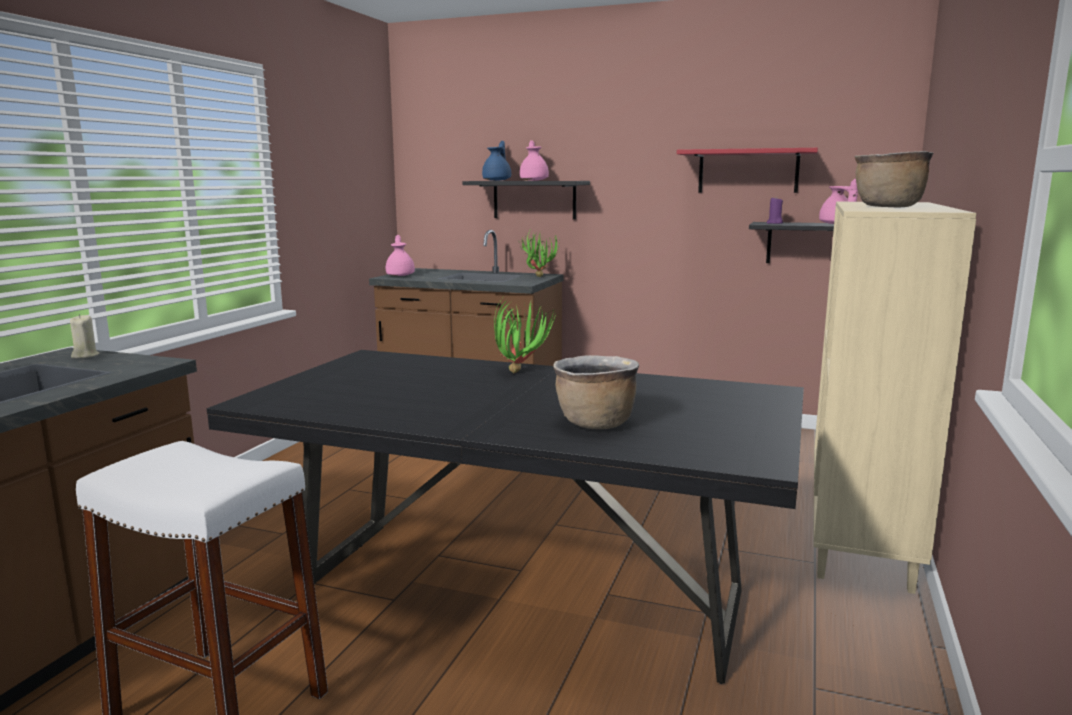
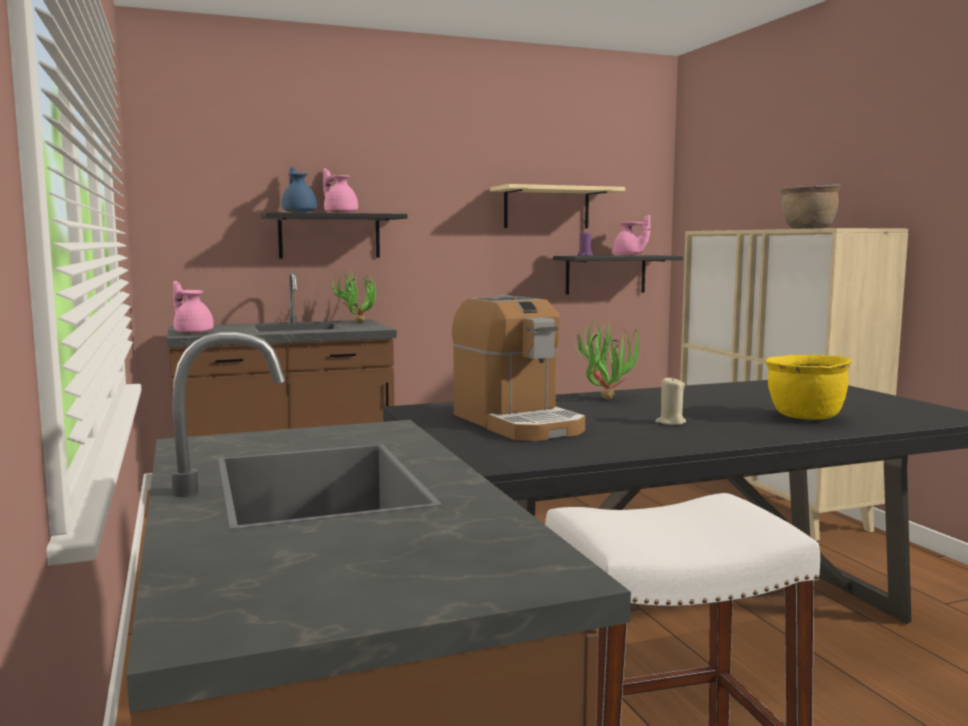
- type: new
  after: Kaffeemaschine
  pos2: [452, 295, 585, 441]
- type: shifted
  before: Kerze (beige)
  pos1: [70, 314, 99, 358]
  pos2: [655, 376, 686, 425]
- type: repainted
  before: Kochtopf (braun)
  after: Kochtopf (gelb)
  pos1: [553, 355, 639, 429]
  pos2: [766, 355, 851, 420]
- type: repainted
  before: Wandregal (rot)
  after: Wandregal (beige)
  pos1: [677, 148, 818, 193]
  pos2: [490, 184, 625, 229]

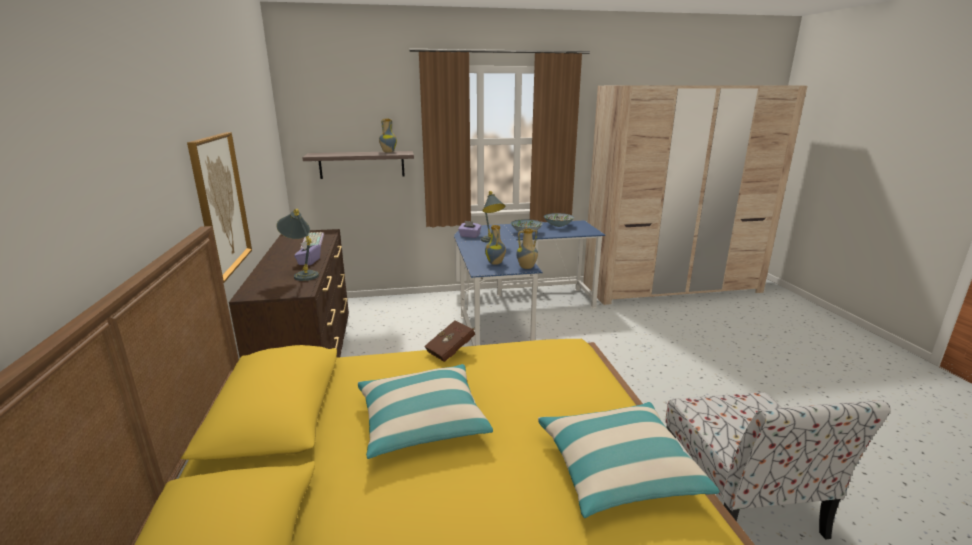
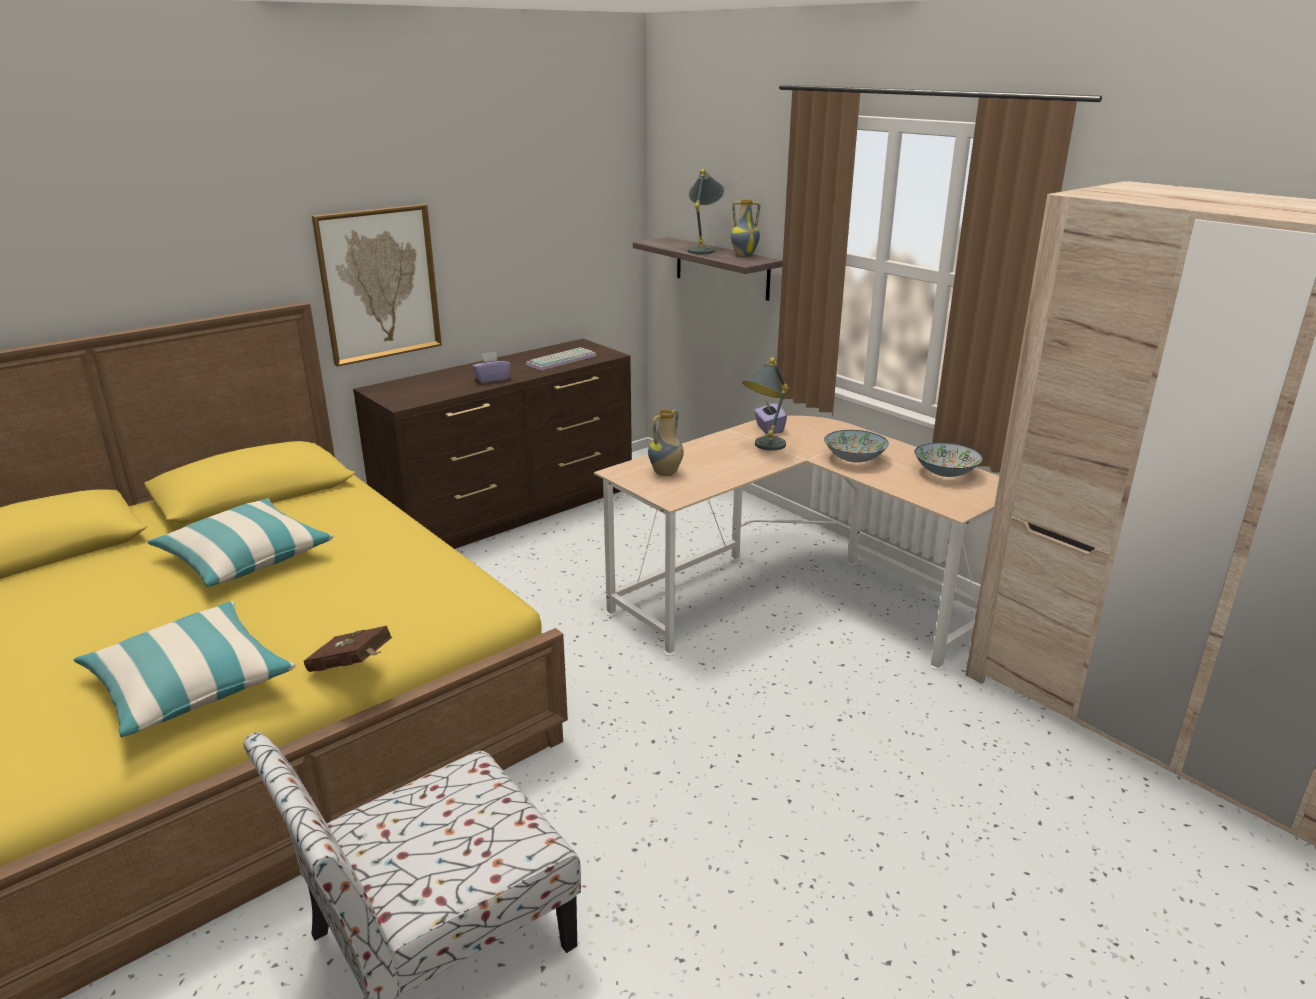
- type: gone
  before: Vase
  pos1: [516, 229, 538, 269]
- type: shifted
  before: Tischlampe (grau)
  pos1: [276, 209, 319, 281]
  pos2: [688, 169, 724, 254]
- type: shifted
  before: Buch (braun)
  pos1: [424, 320, 475, 362]
  pos2: [304, 626, 392, 672]
- type: repainted
  before: Schreibtisch (blau)
  after: Schreibtisch (beige)
  pos1: [454, 220, 605, 346]
  pos2: [594, 416, 999, 670]

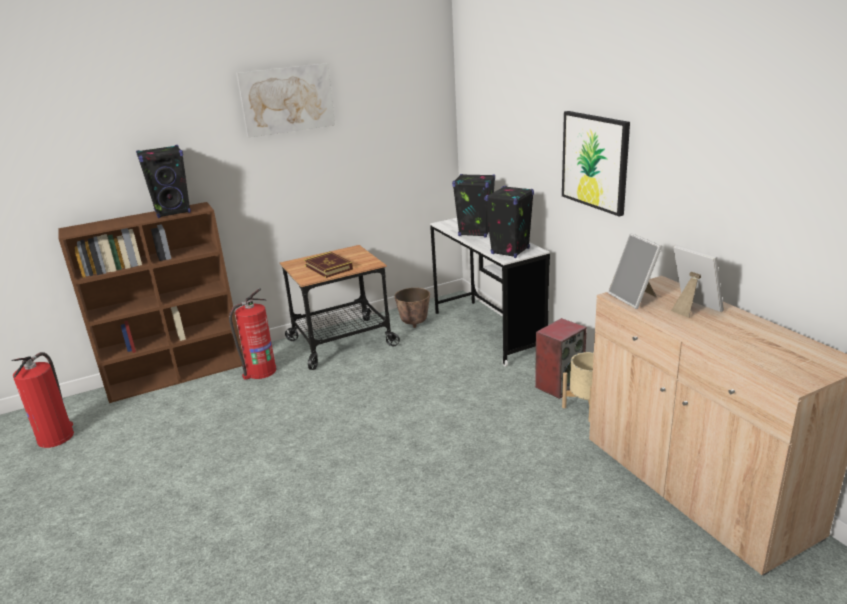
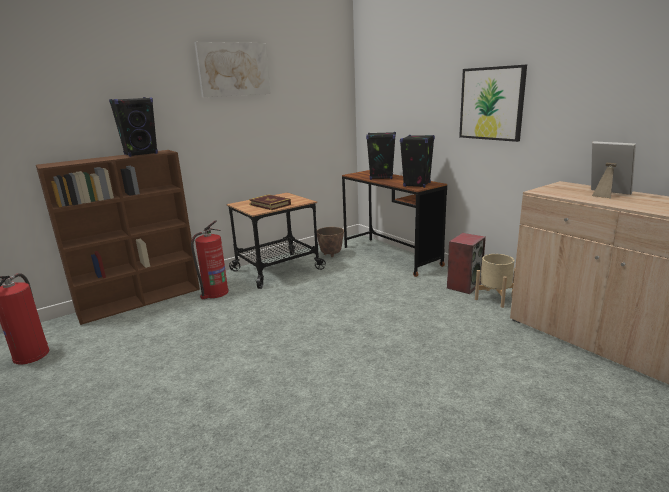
- type: gone
  before: Bilderrahmen
  pos1: [607, 233, 662, 309]
- type: repainted
  before: Schreibtisch (weiß)
  after: Schreibtisch (braun)
  pos1: [430, 218, 550, 367]
  pos2: [342, 170, 447, 277]

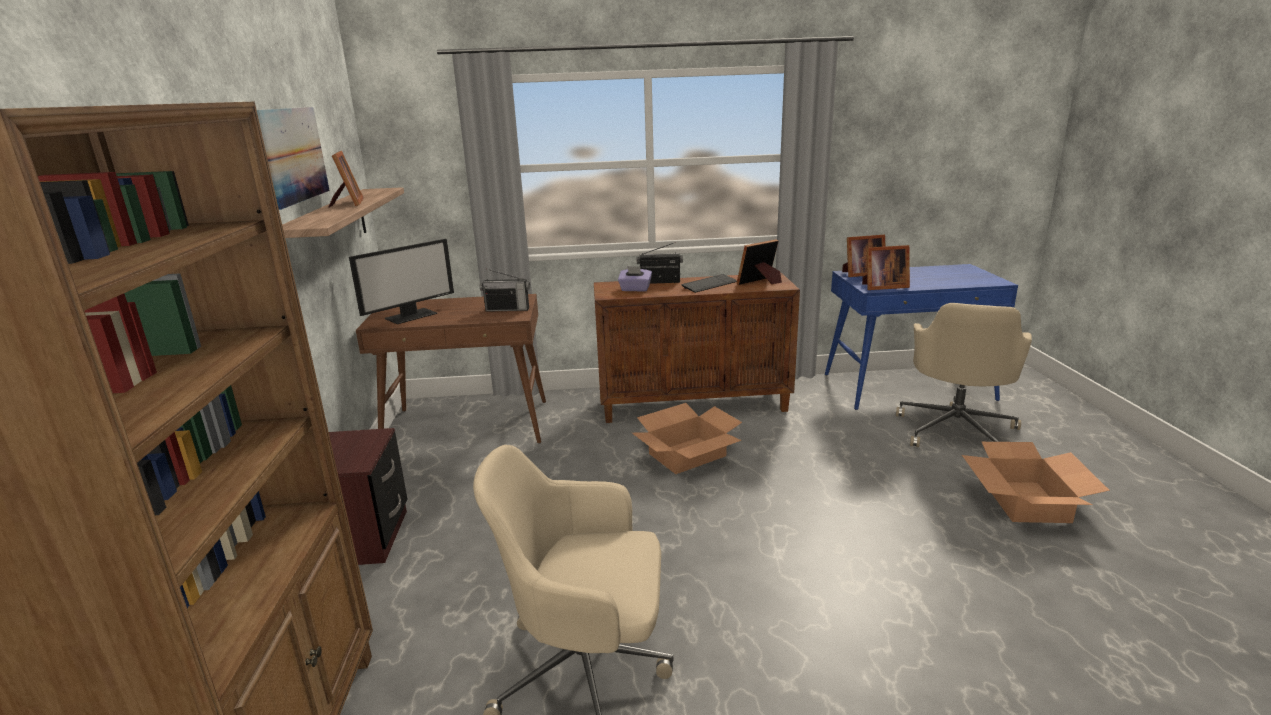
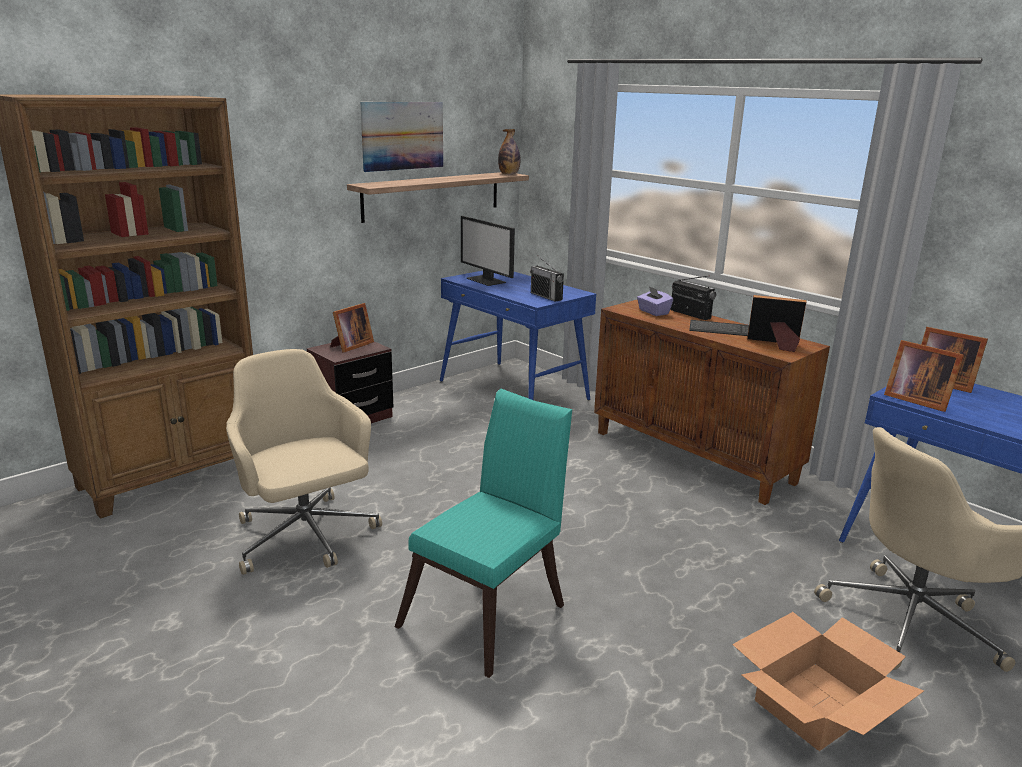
- type: gone
  before: Karton
  pos1: [632, 403, 742, 474]
- type: new
  after: Stuhl (türkis)
  pos2: [395, 389, 572, 678]
- type: new
  after: Flasche
  pos2: [498, 129, 521, 175]
- type: shifted
  before: Bilderrahmen
  pos1: [328, 151, 364, 207]
  pos2: [330, 303, 374, 352]
- type: repainted
  before: Schreibtisch (braun)
  after: Schreibtisch (blau)
  pos1: [356, 294, 546, 444]
  pos2: [440, 271, 596, 400]
- type: rotated
  before: Monitor
  pos1: [349, 239, 454, 324]
  pos2: [461, 216, 515, 286]
  turn: 45

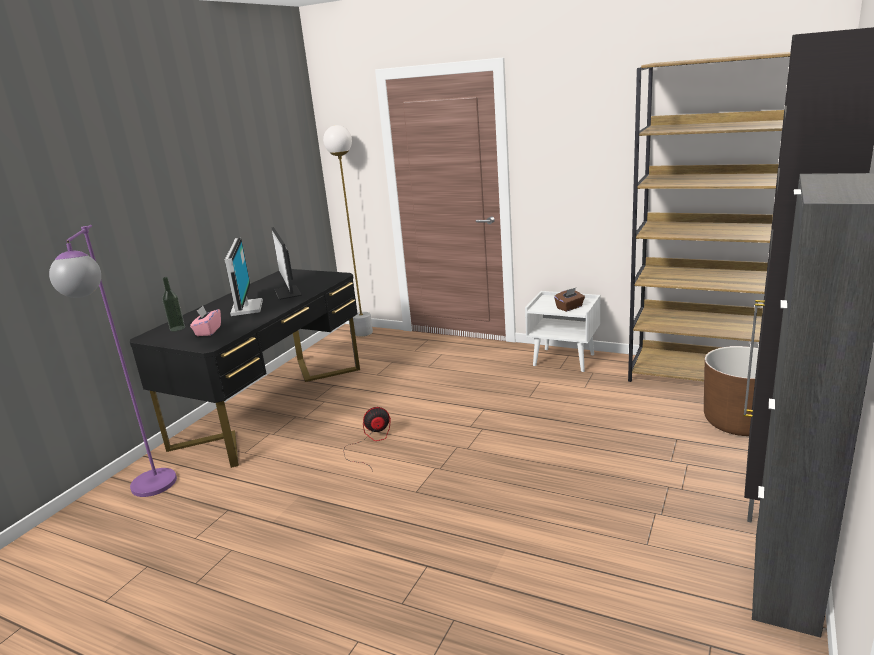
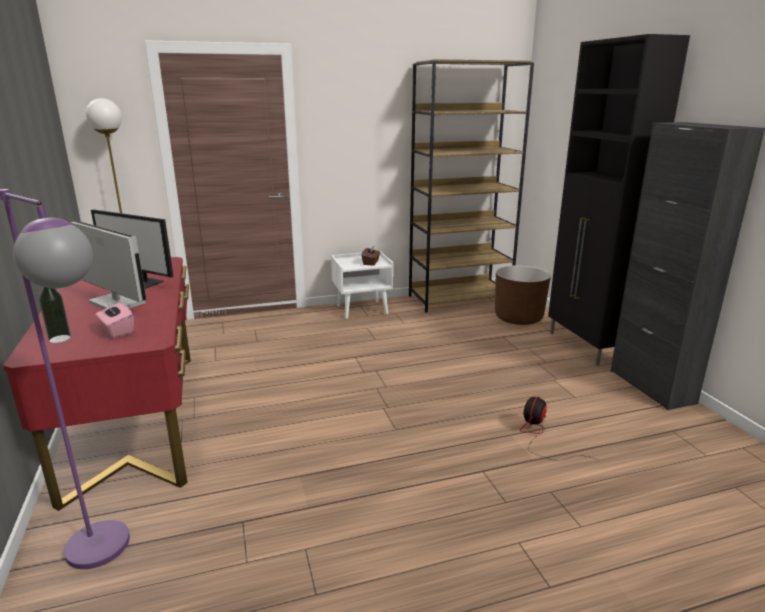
- type: shifted
  before: Ventilator
  pos1: [343, 407, 391, 472]
  pos2: [520, 396, 598, 460]
- type: repainted
  before: Schreibtisch (schwarz)
  after: Schreibtisch (rot)
  pos1: [130, 269, 360, 468]
  pos2: [3, 257, 191, 511]

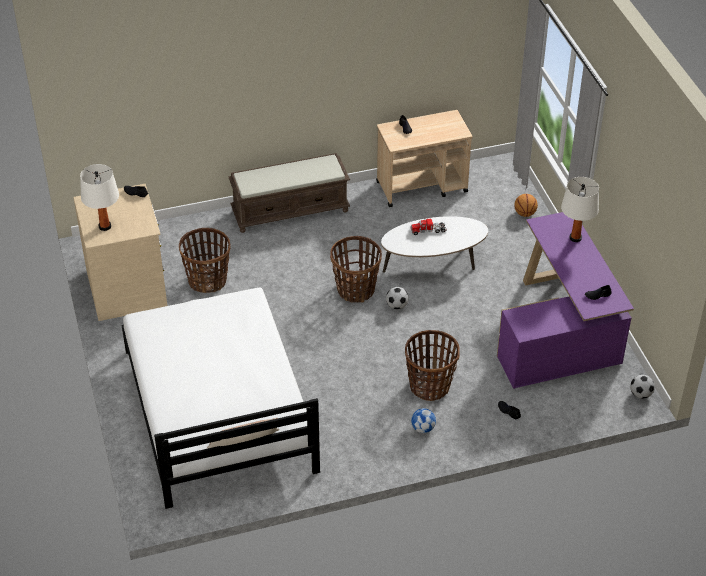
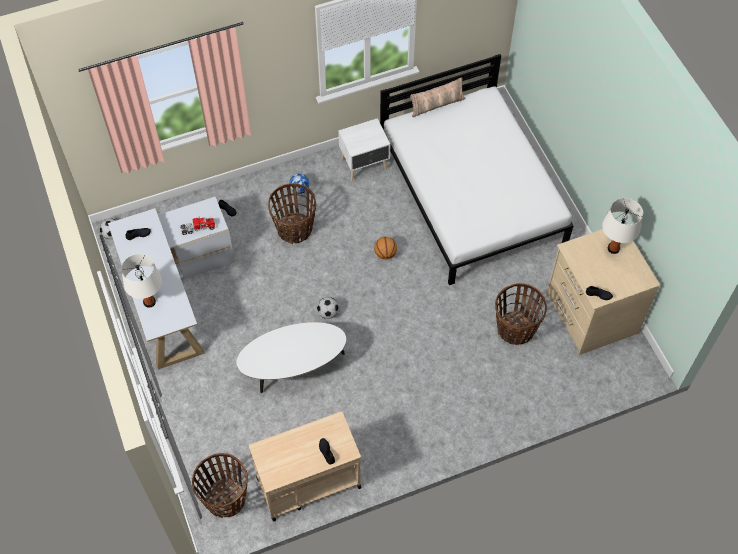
- type: gone
  before: Bank (braun)
  pos1: [228, 153, 350, 233]
- type: new
  after: Nachttisch (weiß)
  pos2: [338, 118, 390, 181]
- type: shifted
  before: Korb
  pos1: [330, 236, 382, 303]
  pos2: [192, 453, 248, 518]
- type: shifted
  before: Spielzeuglaster
  pos1: [411, 219, 446, 235]
  pos2: [181, 217, 216, 235]
- type: shifted
  before: Basketball
  pos1: [514, 194, 538, 217]
  pos2: [374, 236, 397, 260]
- type: repainted
  before: Schreibtisch (lila)
  after: Schreibtisch (weiß)
  pos1: [497, 212, 634, 389]
  pos2: [108, 197, 235, 370]

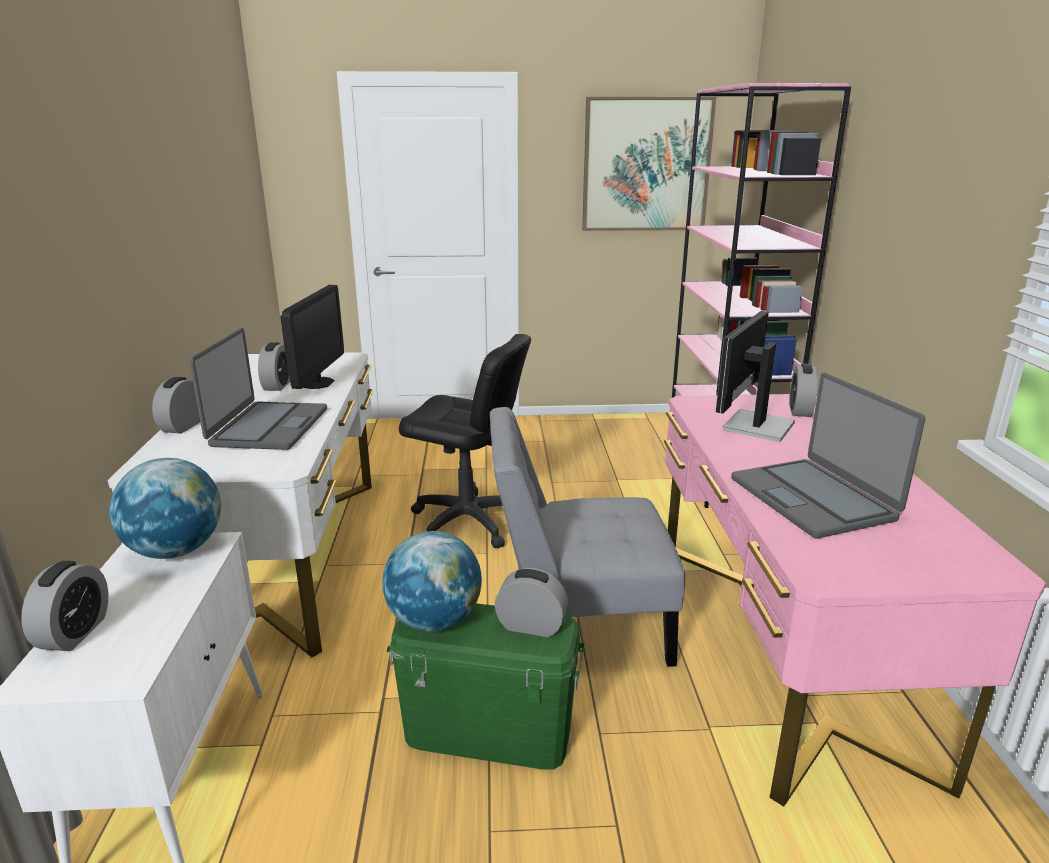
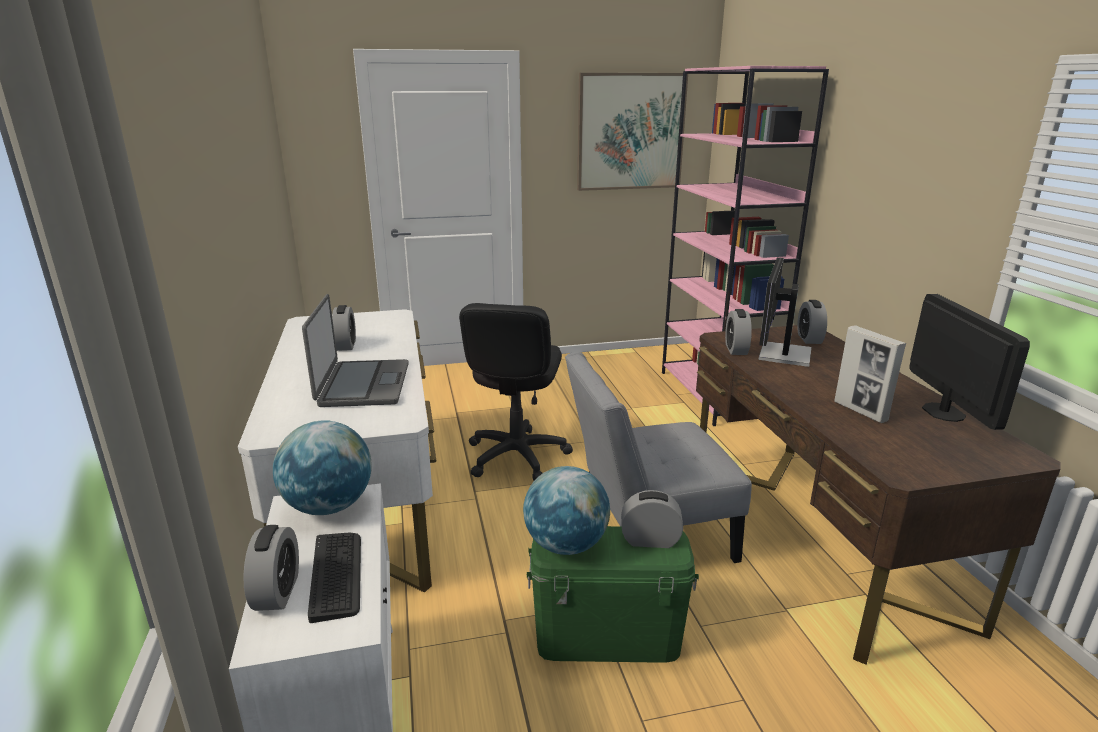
- type: new
  after: Tastatur
  pos2: [308, 533, 361, 623]
- type: shifted
  before: Wecker
  pos1: [152, 377, 200, 434]
  pos2: [725, 309, 752, 355]
- type: shifted
  before: Monitor
  pos1: [280, 285, 344, 389]
  pos2: [910, 294, 1030, 430]
- type: swapped
  before: Laptop
  after: Bilderrahmen
  pos1: [731, 373, 925, 539]
  pos2: [834, 325, 906, 423]
- type: repainted
  before: Schreibtisch (rosa)
  after: Schreibtisch (braun)
  pos1: [664, 394, 1046, 806]
  pos2: [696, 325, 1061, 665]
- type: rotated
  before: Bürostuhl (schwarz)
  pos1: [399, 334, 531, 548]
  pos2: [459, 303, 573, 481]
  turn: 90

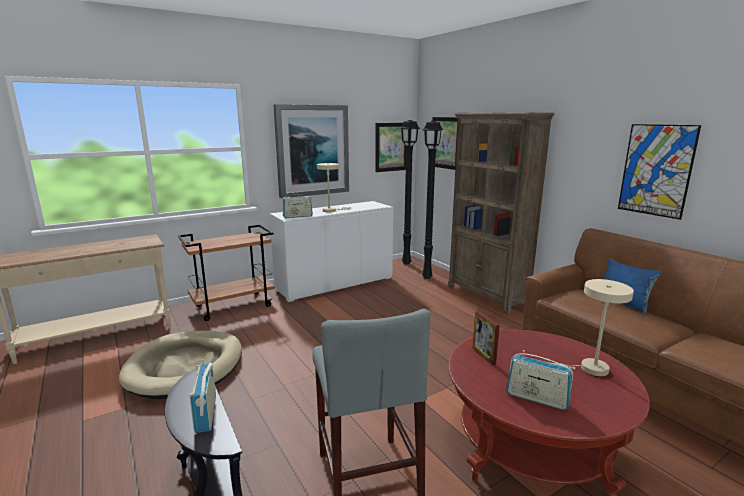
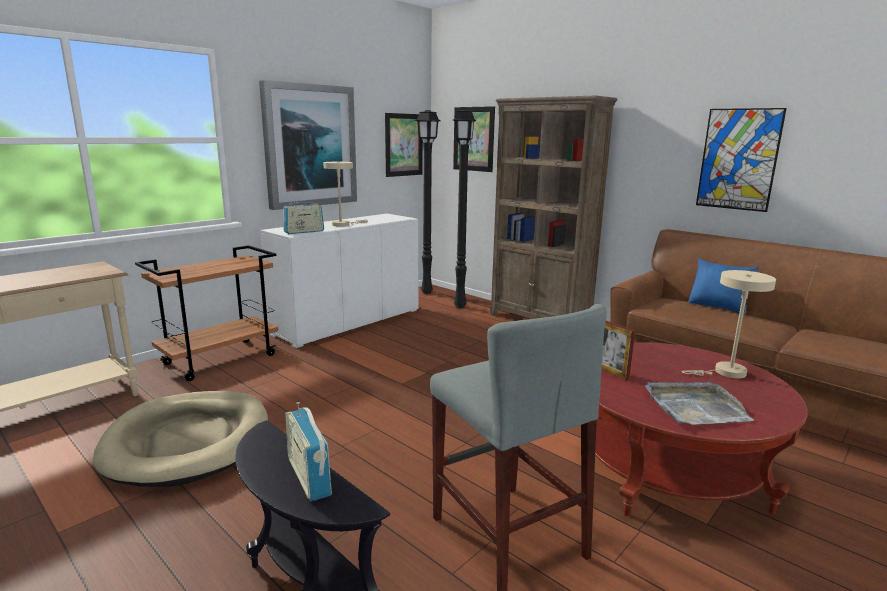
- type: swapped
  before: Radio
  after: Tablett (grau)
  pos1: [506, 350, 573, 410]
  pos2: [645, 382, 754, 425]

